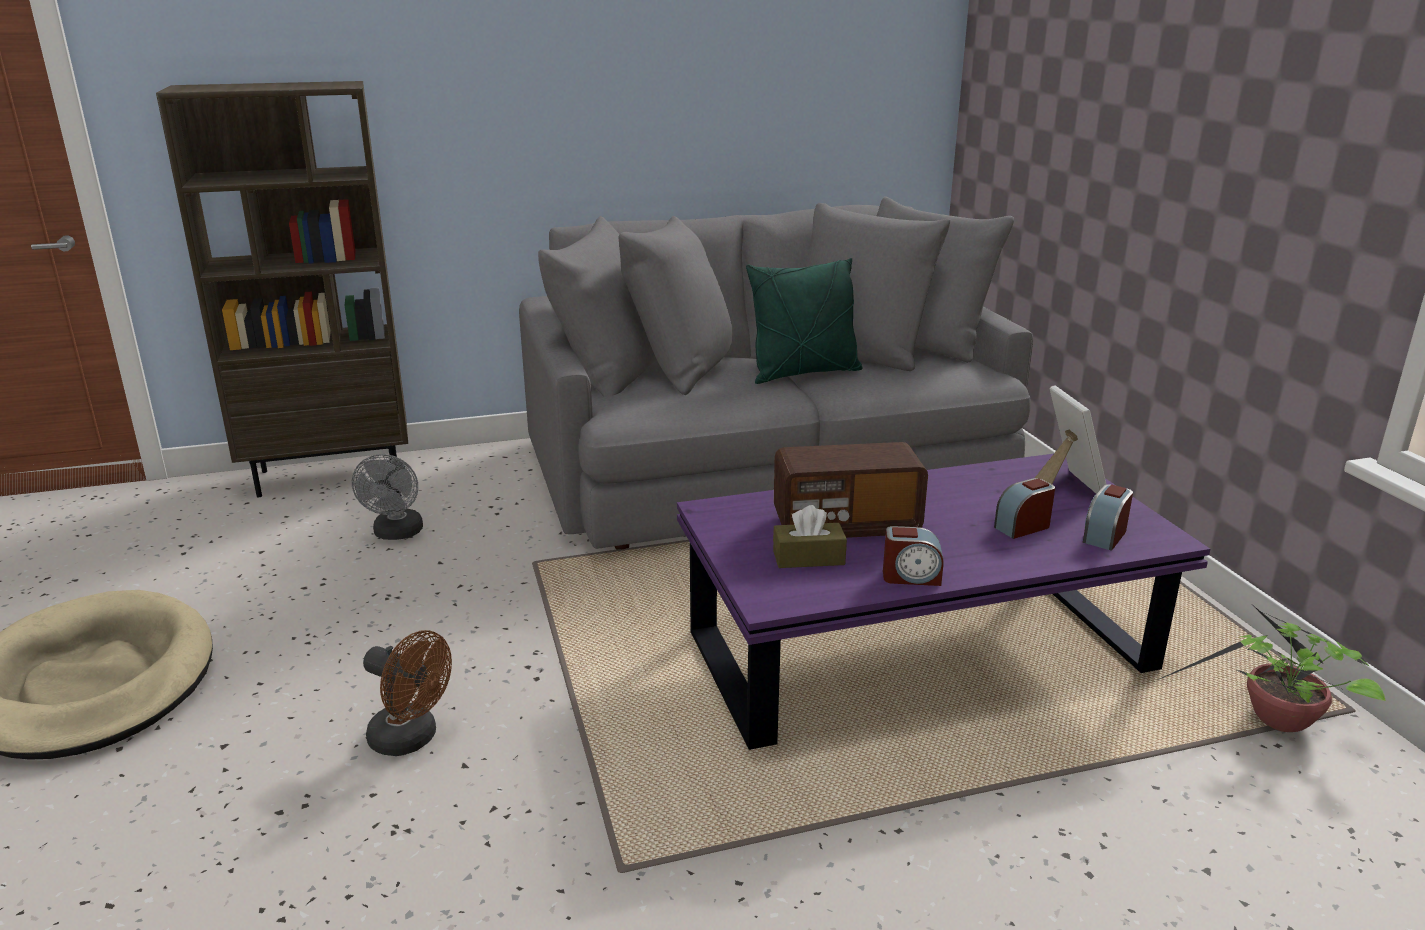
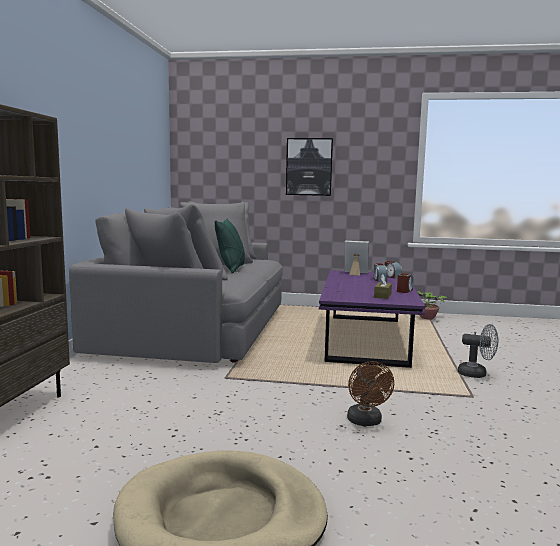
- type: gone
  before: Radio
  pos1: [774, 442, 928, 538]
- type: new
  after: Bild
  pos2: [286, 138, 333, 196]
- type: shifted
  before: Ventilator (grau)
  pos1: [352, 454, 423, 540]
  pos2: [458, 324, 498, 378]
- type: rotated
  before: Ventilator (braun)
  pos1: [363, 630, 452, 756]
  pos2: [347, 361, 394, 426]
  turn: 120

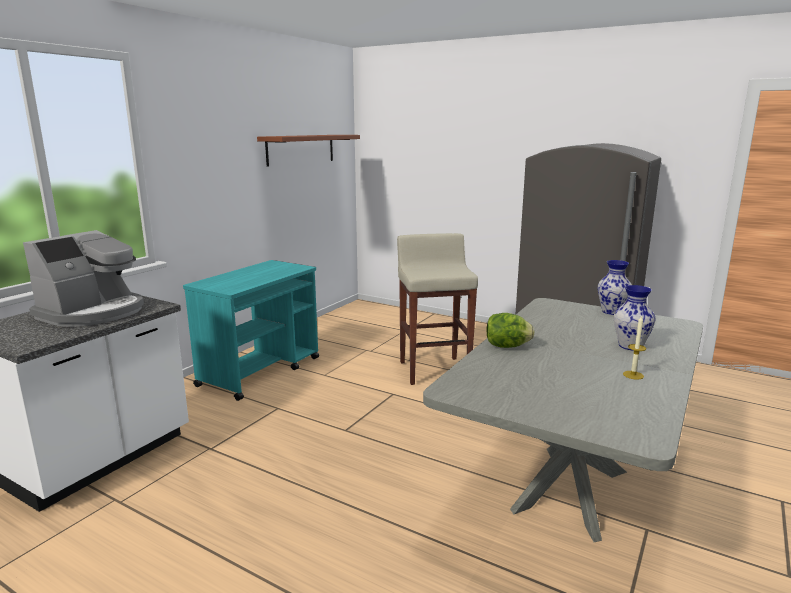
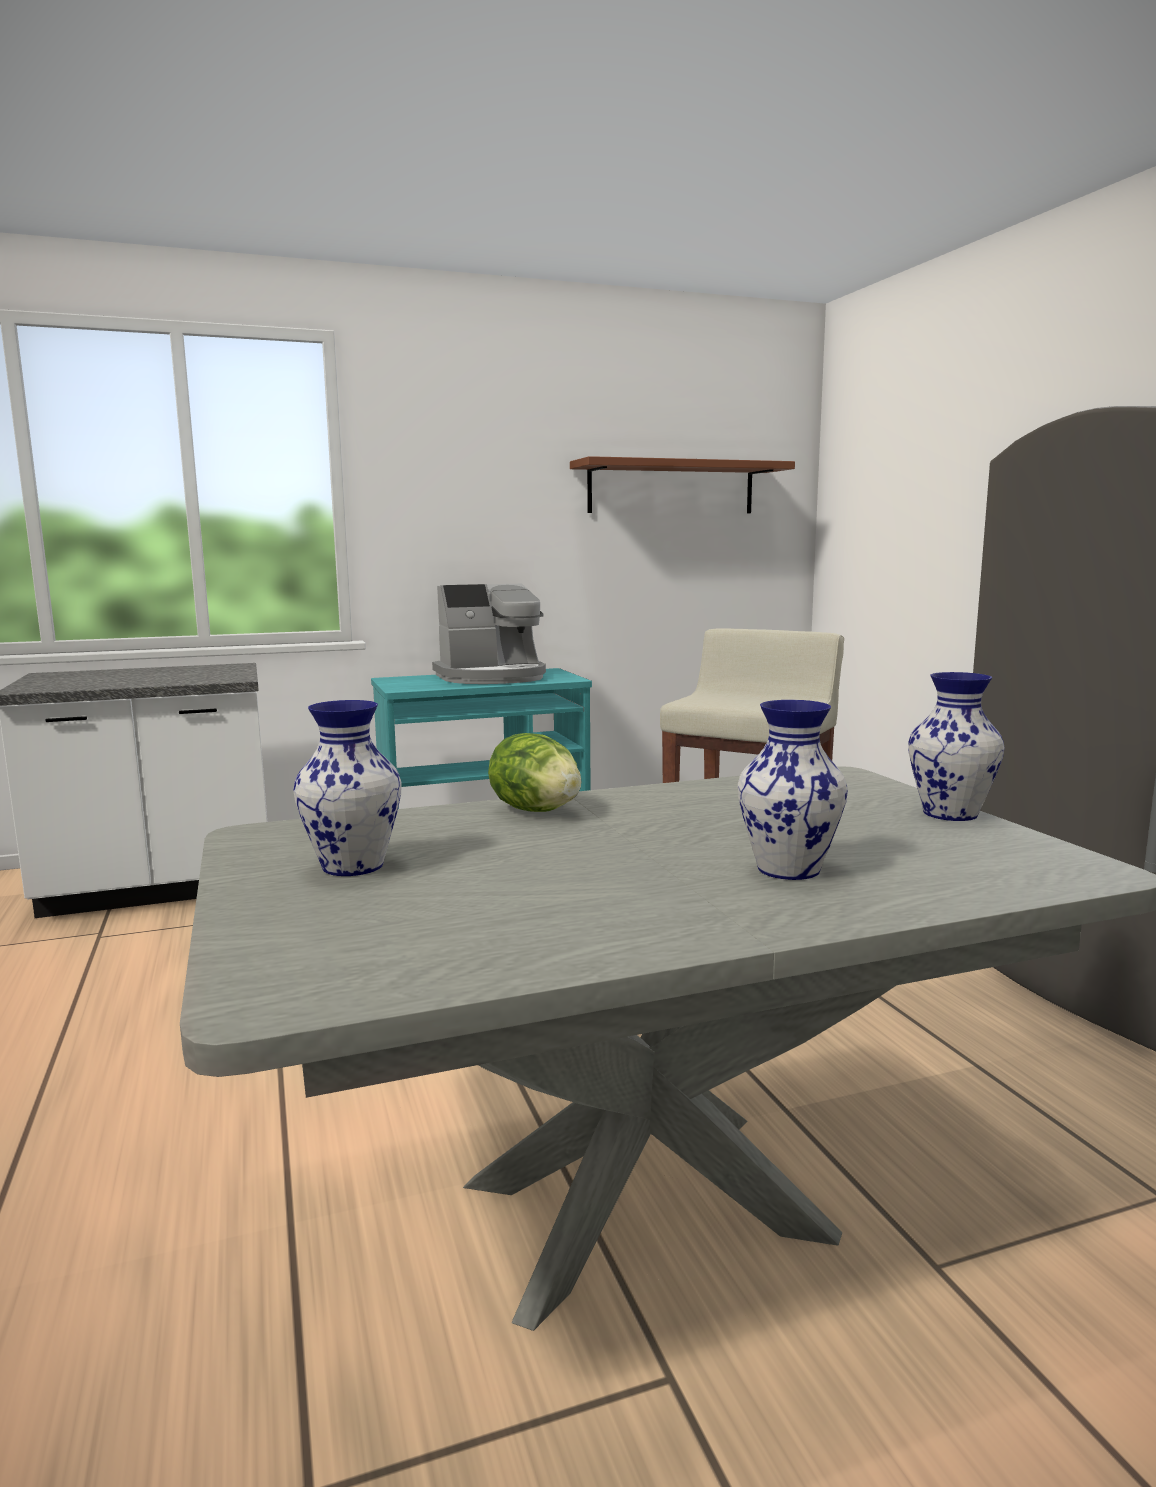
- type: gone
  before: Kerze
  pos1: [623, 315, 646, 380]
- type: new
  after: Vase
  pos2: [293, 700, 402, 876]
- type: shifted
  before: Kaffeemaschine
  pos1: [23, 230, 144, 327]
  pos2: [432, 584, 546, 684]

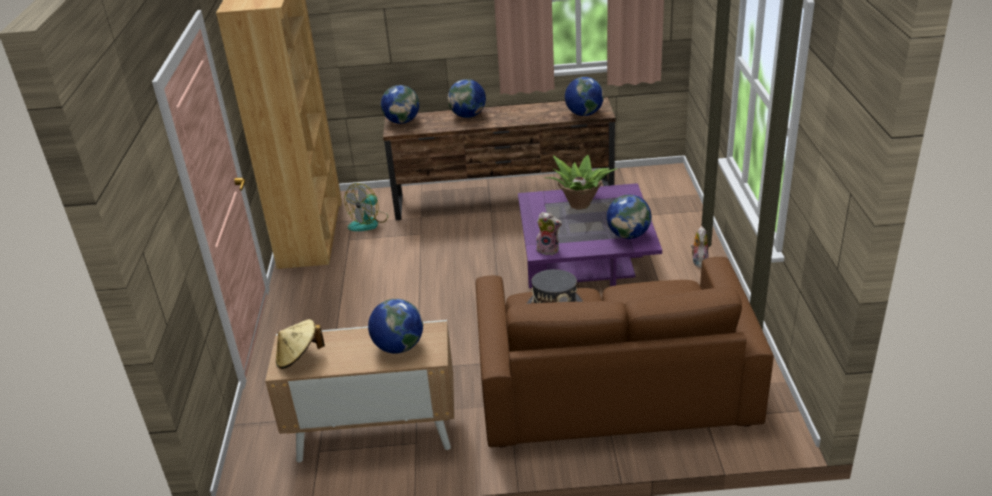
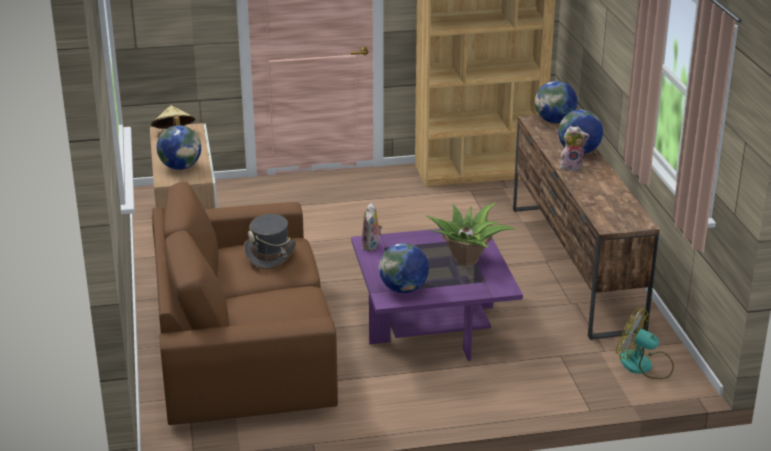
- type: gone
  before: Globus
  pos1: [565, 77, 604, 116]
- type: shifted
  before: Ventilator
  pos1: [344, 183, 388, 231]
  pos2: [616, 308, 674, 379]
- type: shifted
  before: Plüschtier
  pos1: [690, 226, 709, 268]
  pos2: [560, 126, 590, 171]

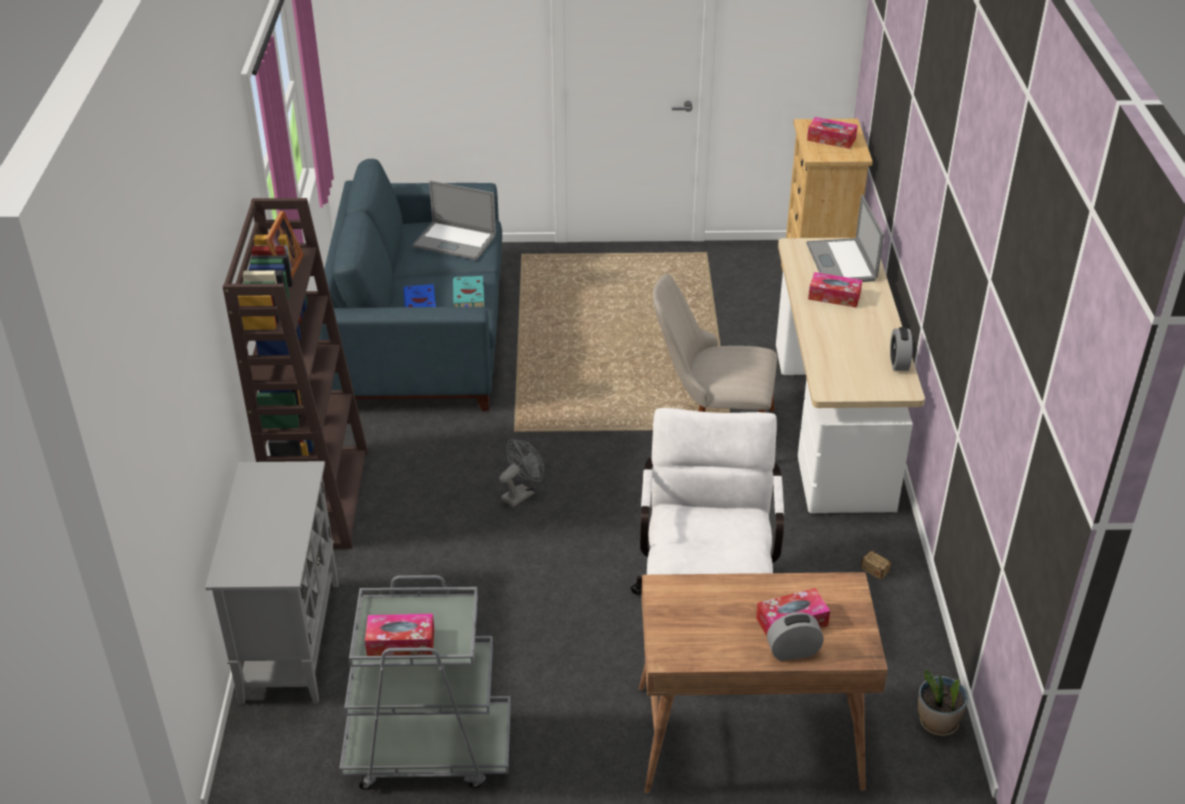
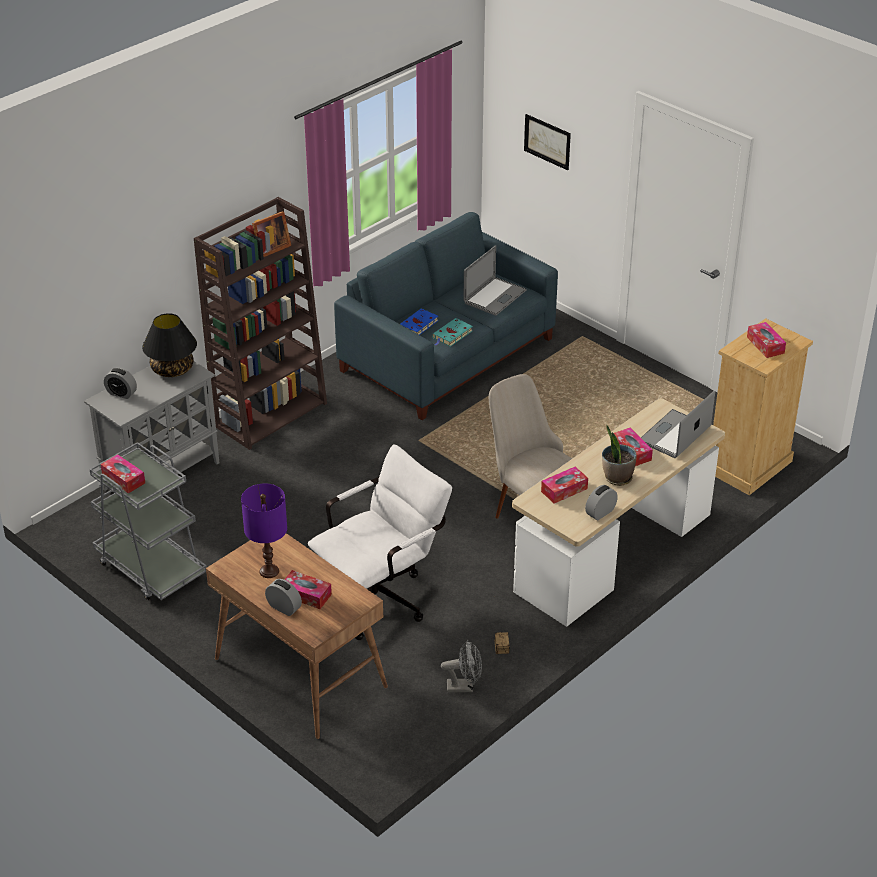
- type: new
  after: Wecker
  pos2: [104, 368, 137, 399]
- type: new
  after: Tischlampe (schwarz)
  pos2: [142, 313, 197, 377]
- type: new
  after: Tischlampe (lila)
  pos2: [241, 484, 287, 578]
- type: new
  after: Bild
  pos2: [524, 114, 571, 170]
- type: new
  after: Taschentuchbox
  pos2: [541, 467, 588, 503]
- type: shifted
  before: Ventilator (grau)
  pos1: [499, 439, 544, 507]
  pos2: [441, 640, 482, 692]
- type: shifted
  before: Topfpflanze
  pos1: [918, 669, 968, 736]
  pos2: [602, 425, 637, 486]
- type: rotated
  before: Laptop
  pos1: [413, 181, 496, 260]
  pos2: [464, 245, 527, 316]
  turn: -120

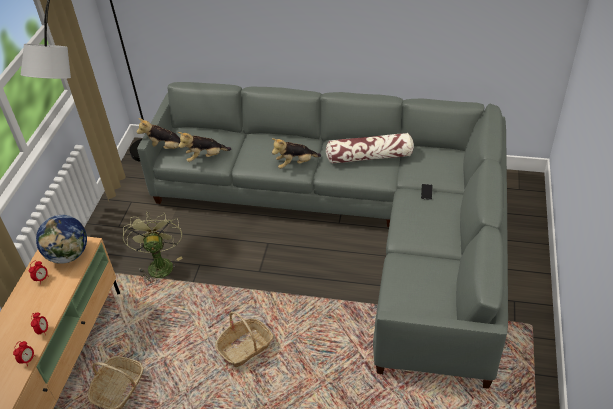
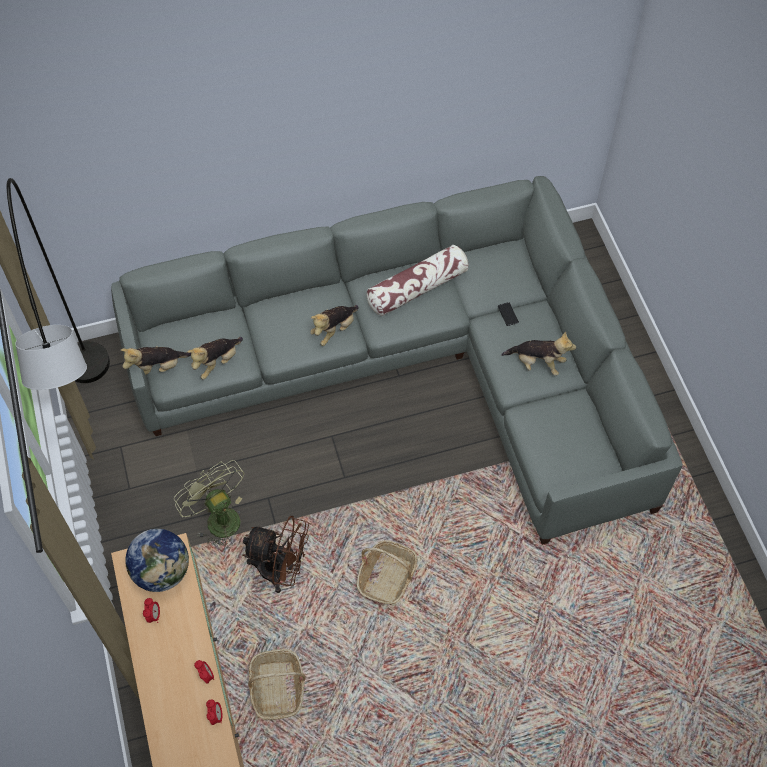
- type: new
  after: Ventilator (braun)
  pos2: [243, 516, 309, 593]
- type: new
  after: Plüschtier
  pos2: [501, 331, 576, 376]

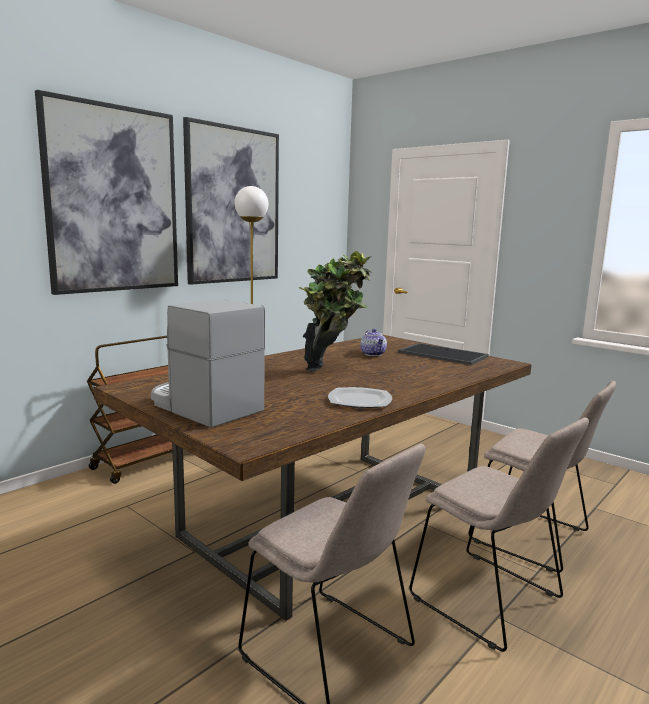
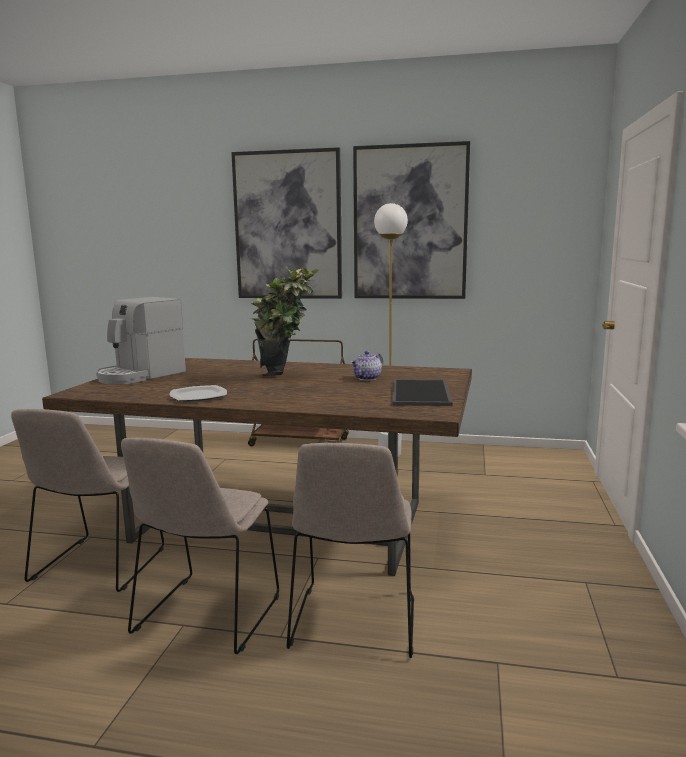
- type: rotated
  before: Kaffeemaschine
  pos1: [151, 299, 265, 428]
  pos2: [96, 297, 186, 384]
  turn: -150

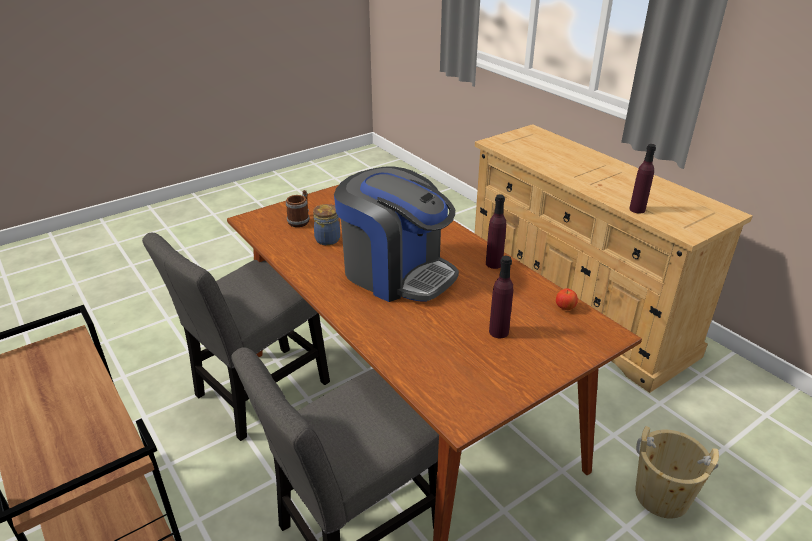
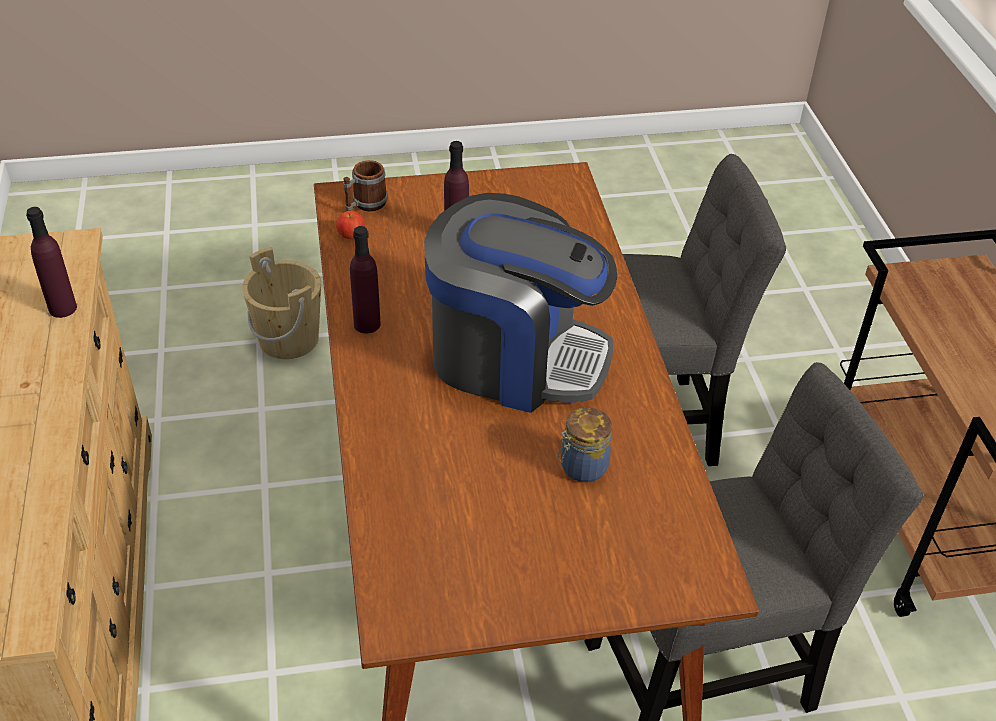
- type: shifted
  before: Henkelbecher
  pos1: [286, 190, 310, 227]
  pos2: [343, 160, 388, 211]
- type: rotated
  before: Kaffeemaschine
  pos1: [334, 167, 459, 302]
  pos2: [424, 193, 617, 413]
  turn: 135

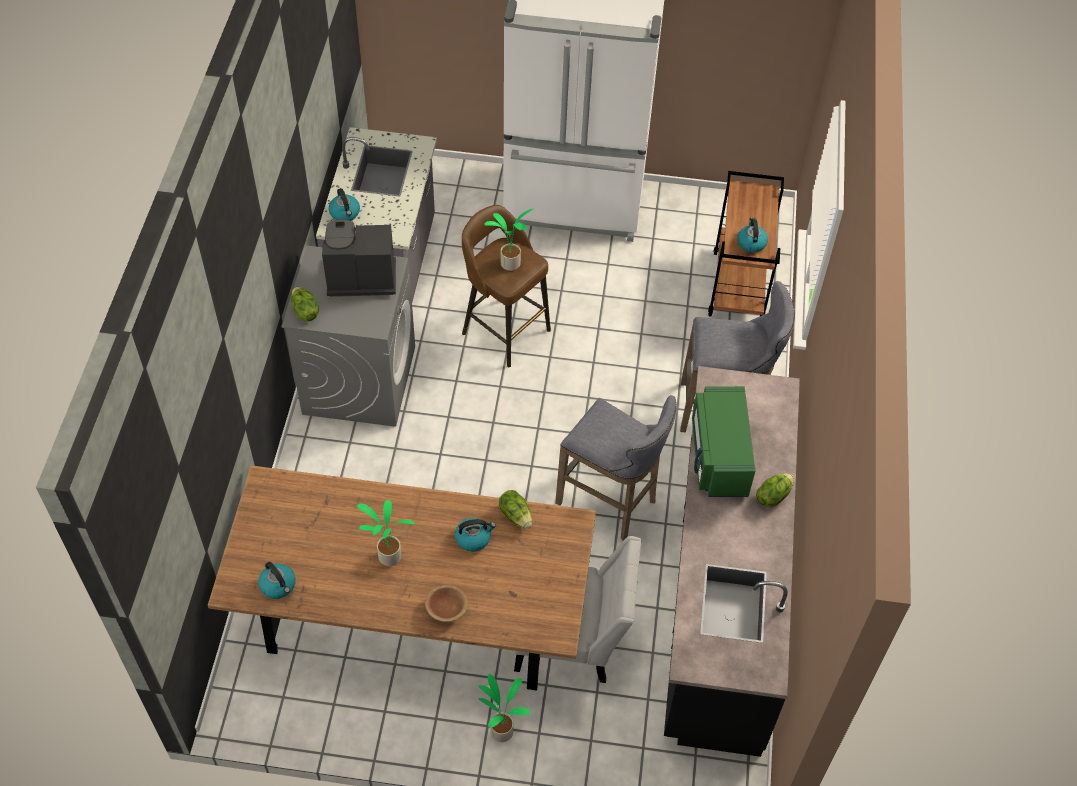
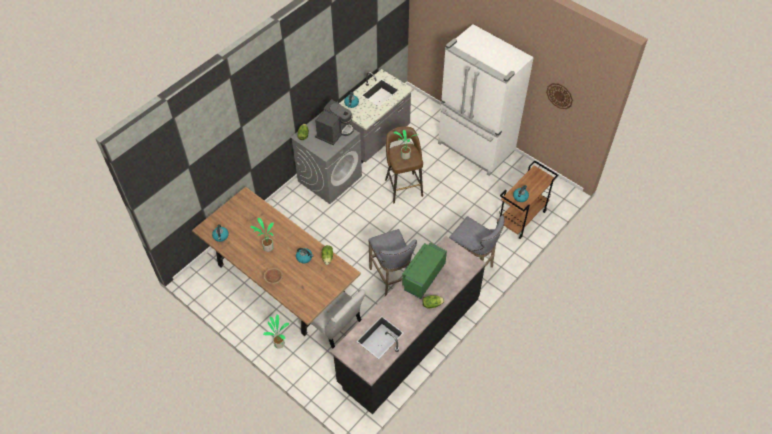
- type: new
  after: Wanduhr
  pos2: [546, 83, 573, 109]
- type: rotated
  before: Kaffeemaschine
  pos1: [322, 219, 396, 297]
  pos2: [315, 99, 354, 145]
  turn: 90

